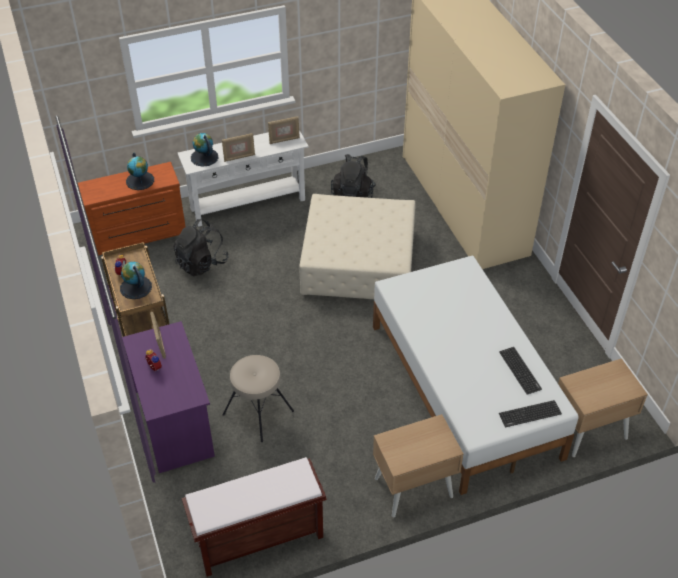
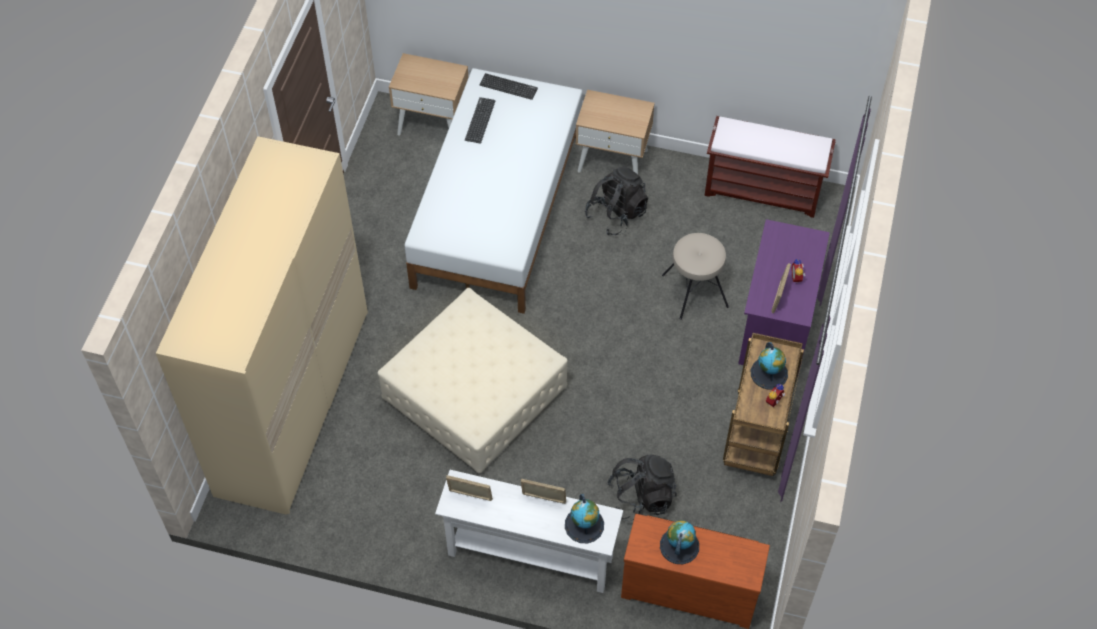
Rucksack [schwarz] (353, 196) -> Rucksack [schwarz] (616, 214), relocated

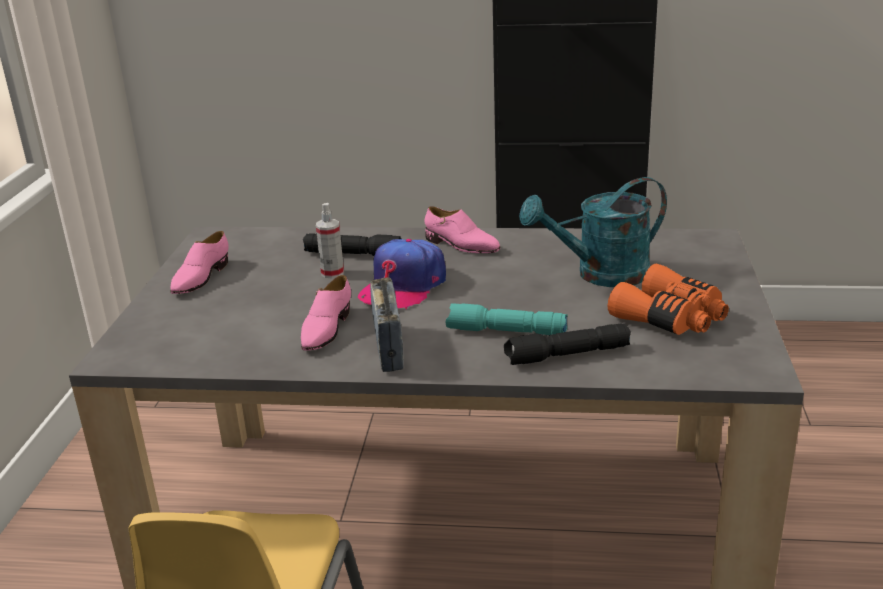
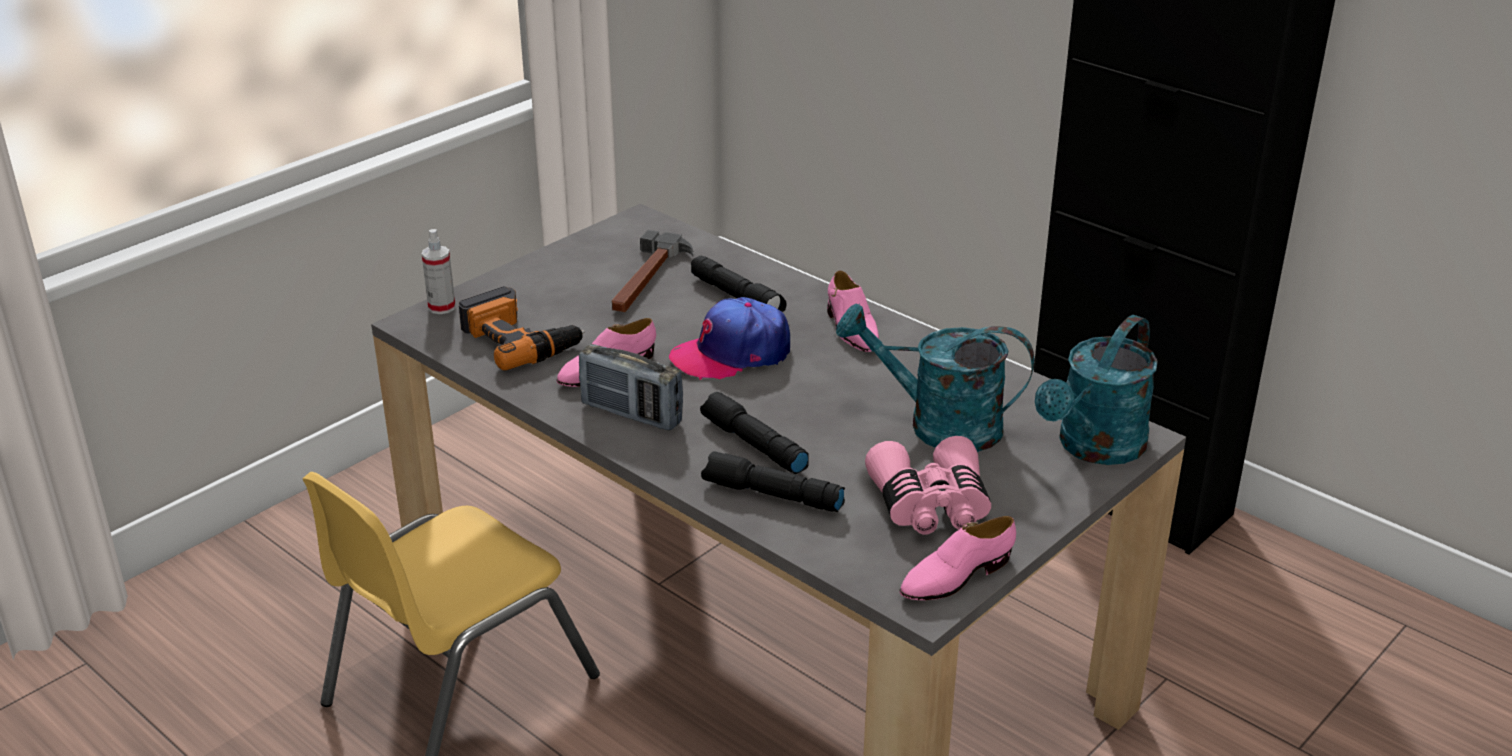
Sprühflasche (332, 273) -> Sprühflasche (442, 307), relocated
Schuh [rosa] (200, 278) -> Schuh [rosa] (955, 576), relocated
Fernglas [orange] (671, 318) -> Fernglas [rosa] (931, 506)
Radio (388, 348) -> Radio (631, 414), 90 degrees clockwise
Taschenlampe [türkis] (505, 332) -> Taschenlampe [schwarz] (753, 445)
none -> Hammer (647, 279)
none -> Bohrmaschine (521, 339)
none -> Gießkanne [türkis] (1094, 448)

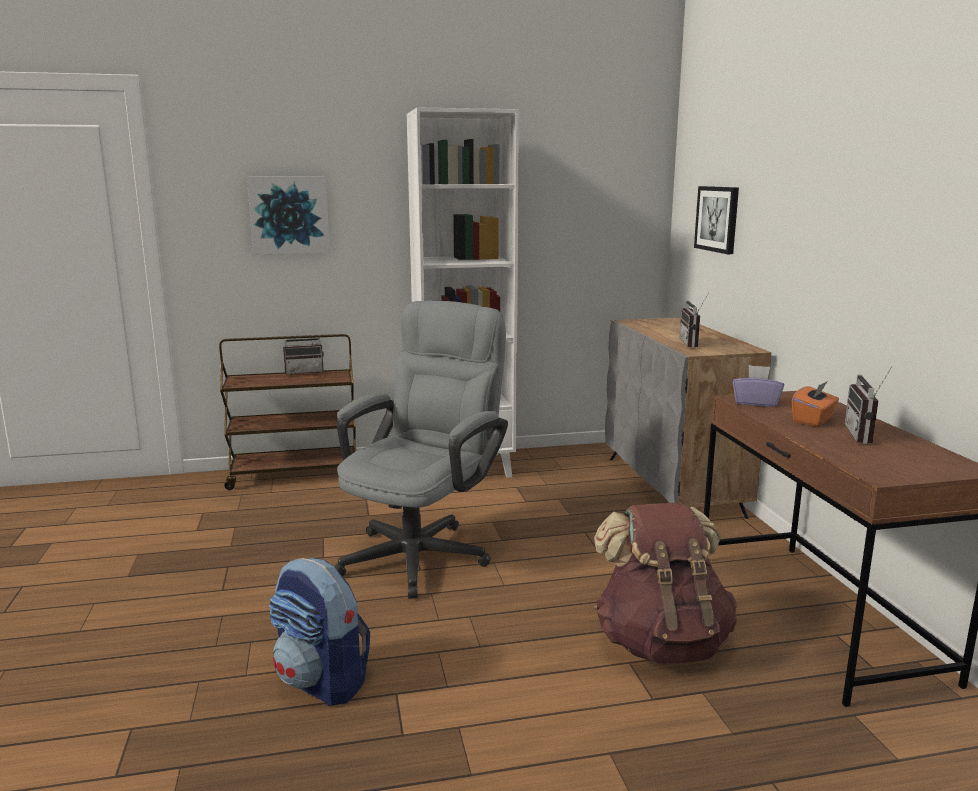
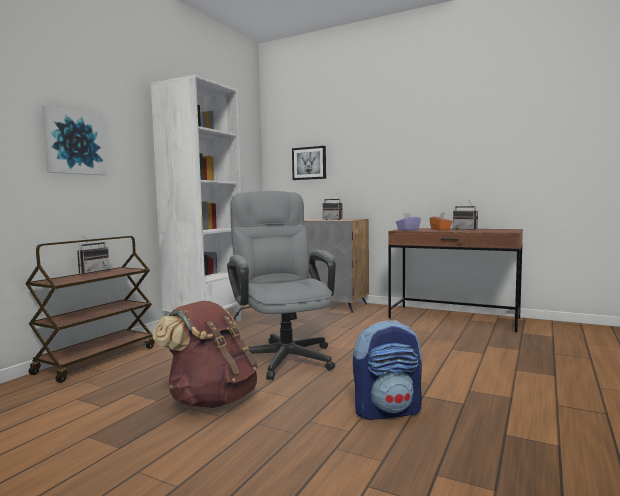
Rucksack [braun] (661, 643) -> Rucksack [braun] (212, 399), relocated

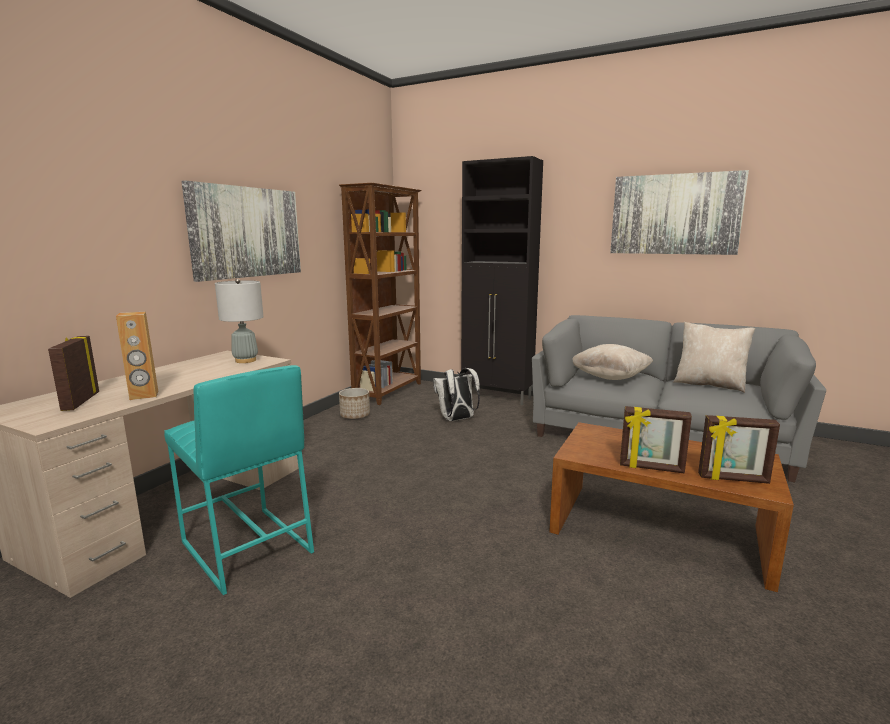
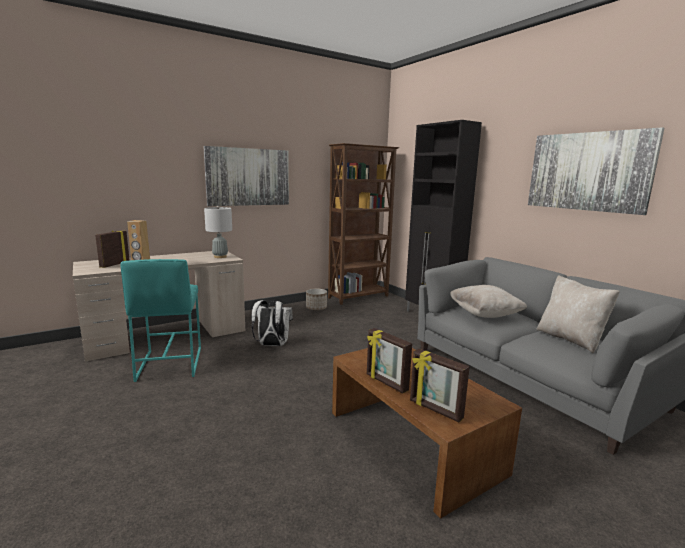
Rucksack [weiß] (457, 419) -> Rucksack [weiß] (272, 345), relocated

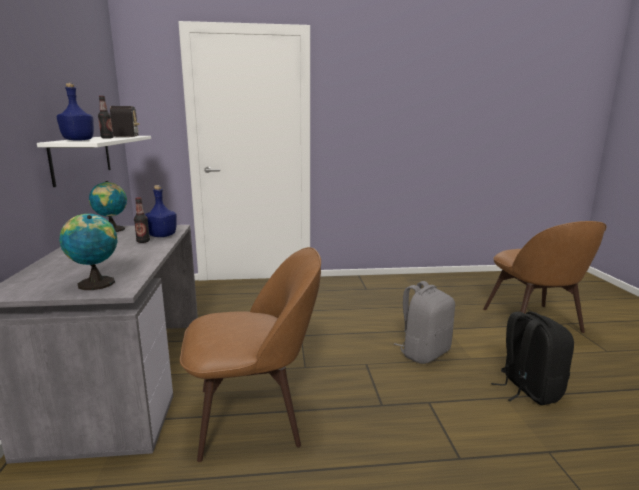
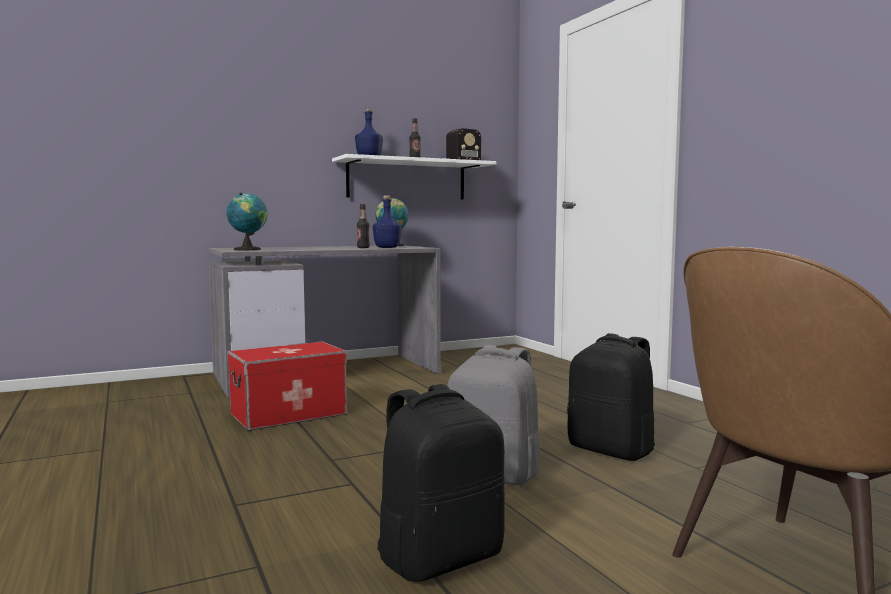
Stuhl [braun] (254, 415) -> Aufbewahrungsbox (288, 414)
none -> Rucksack [schwarz] (612, 450)

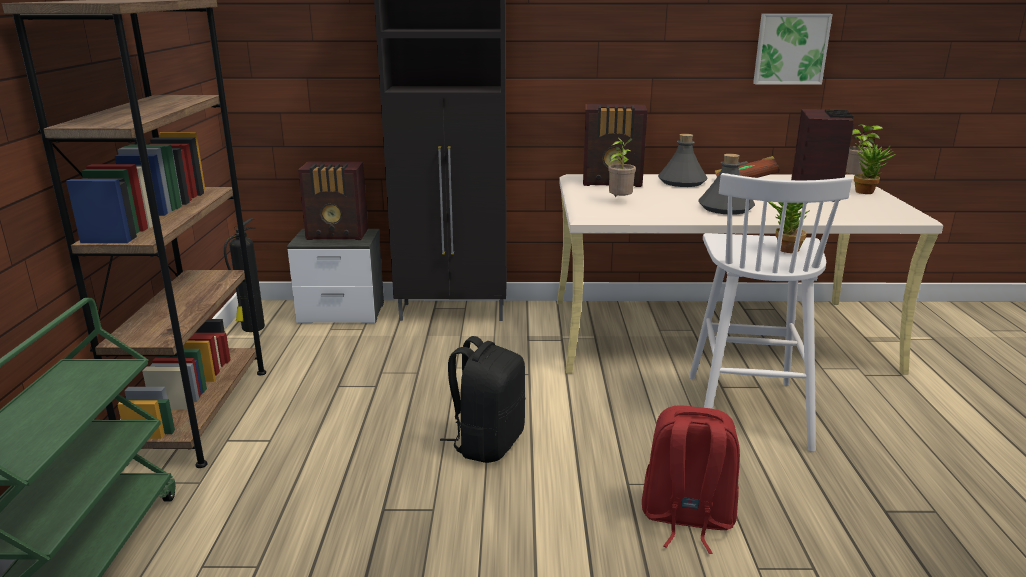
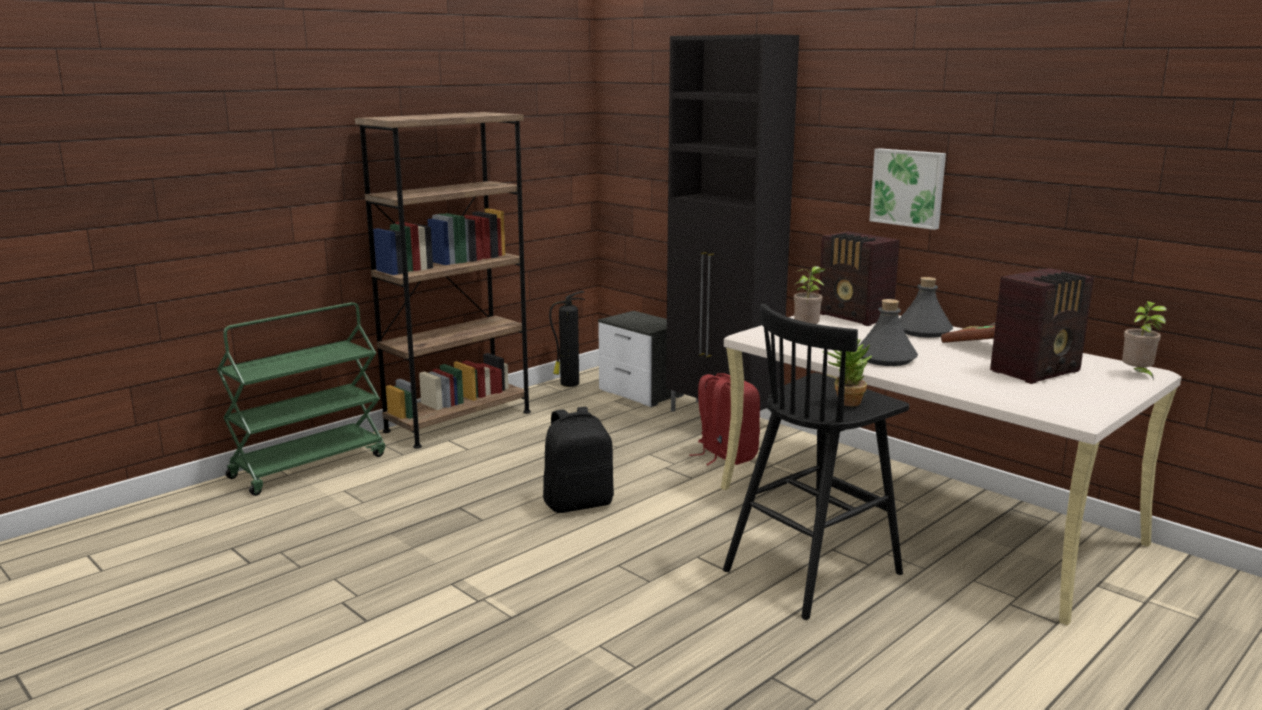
Bild (790, 49) -> Bild (908, 187), relocated
Topfpflanze (867, 191) -> none
Radio (338, 235) -> none
Hocker [weiß] (746, 410) -> Hocker [schwarz] (815, 571)
Rucksack [rot] (686, 519) -> Rucksack [rot] (725, 455), relocated

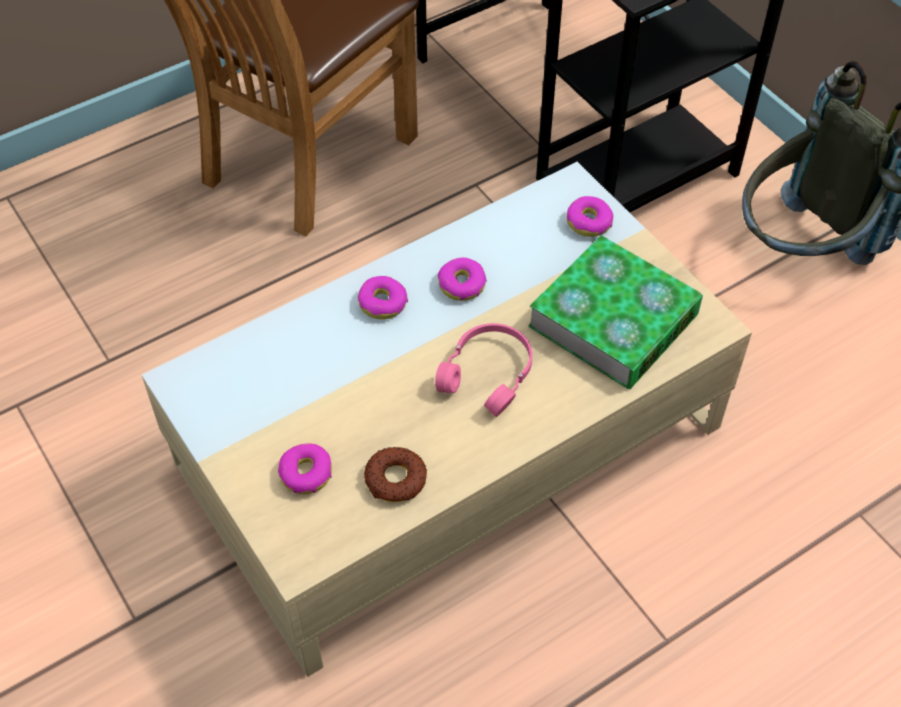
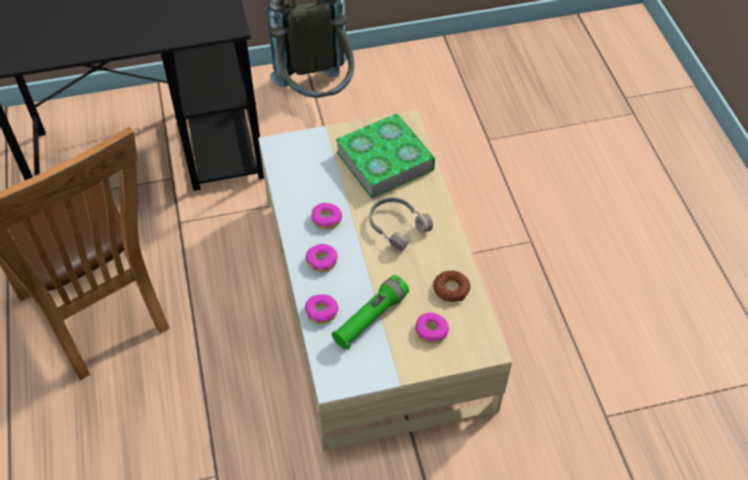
Donut (589, 222) -> Donut (322, 312), relocated
Kopfhörer [rosa] (489, 374) -> Kopfhörer [grau] (397, 226)
none -> Taschenlampe [grün] (370, 318)

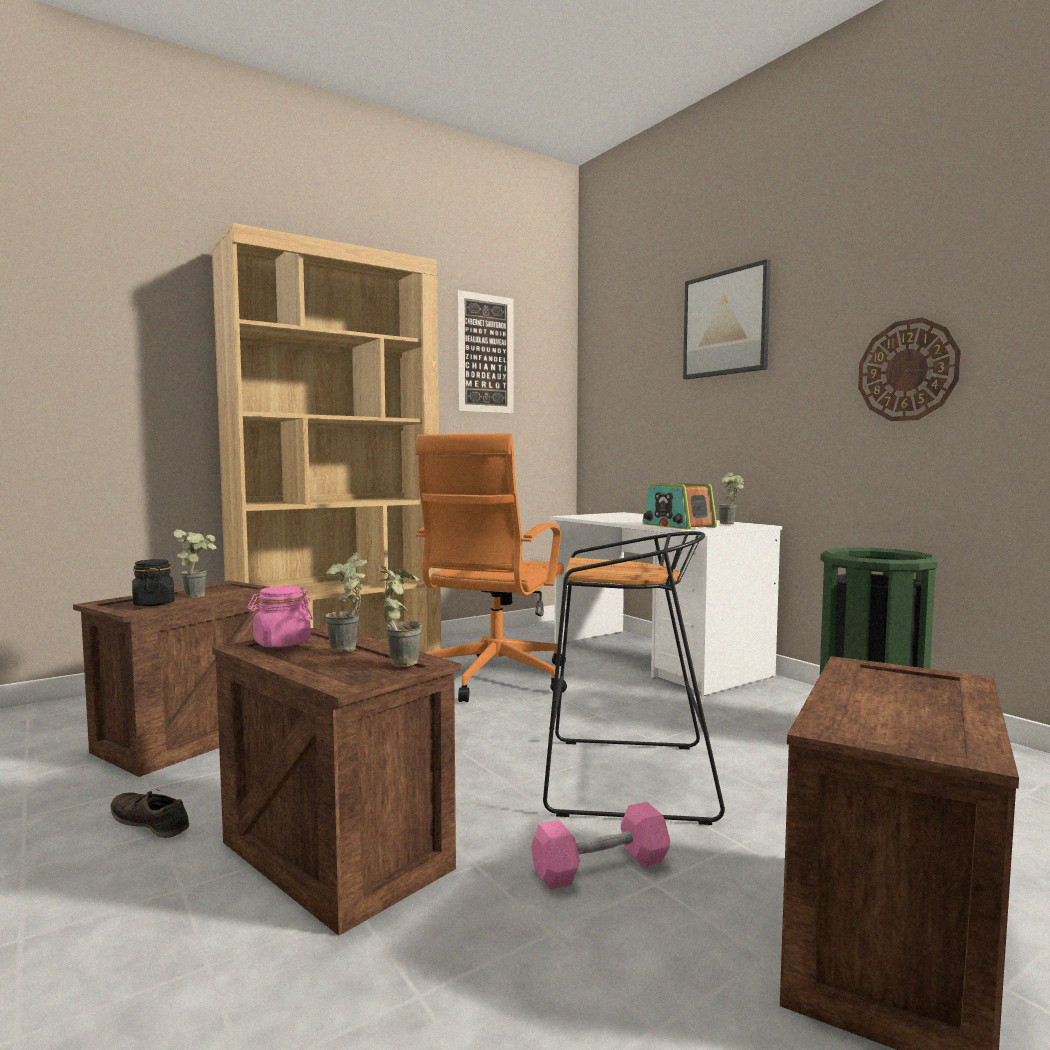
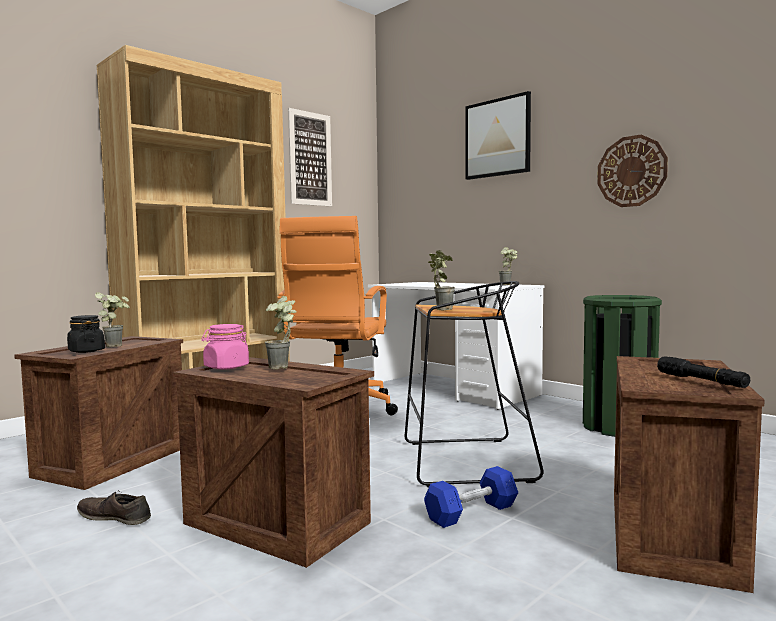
Radio (678, 526) -> none
Topfpflanze (398, 662) -> Topfpflanze (439, 309), relocated
Hantel [rosa] (600, 867) -> Hantel [blau] (471, 512)
none -> Taschenlampe [schwarz] (701, 381)

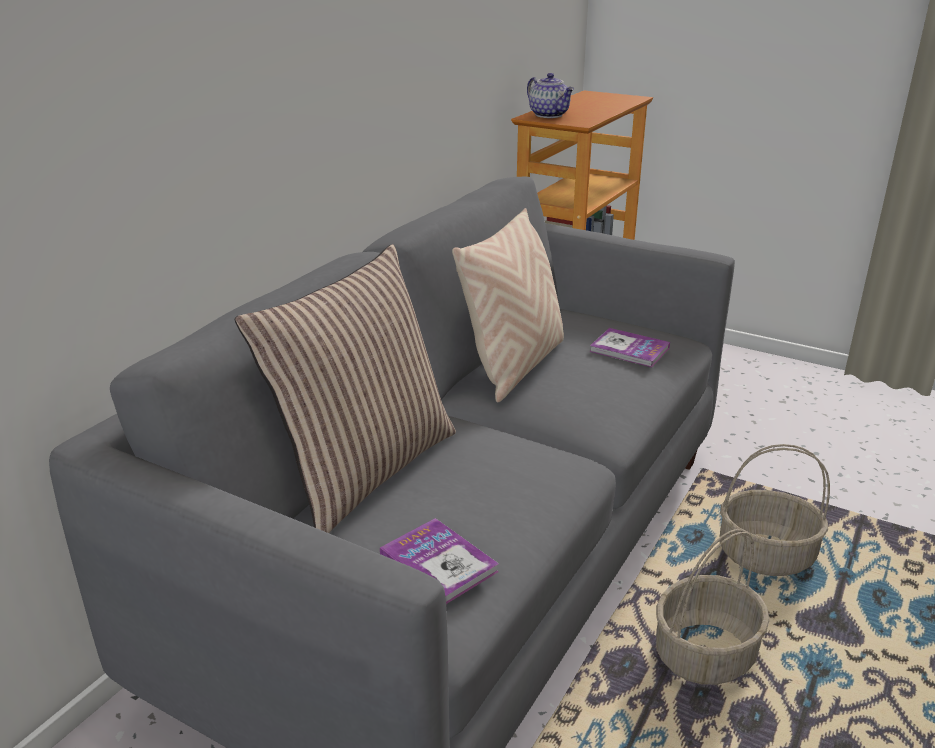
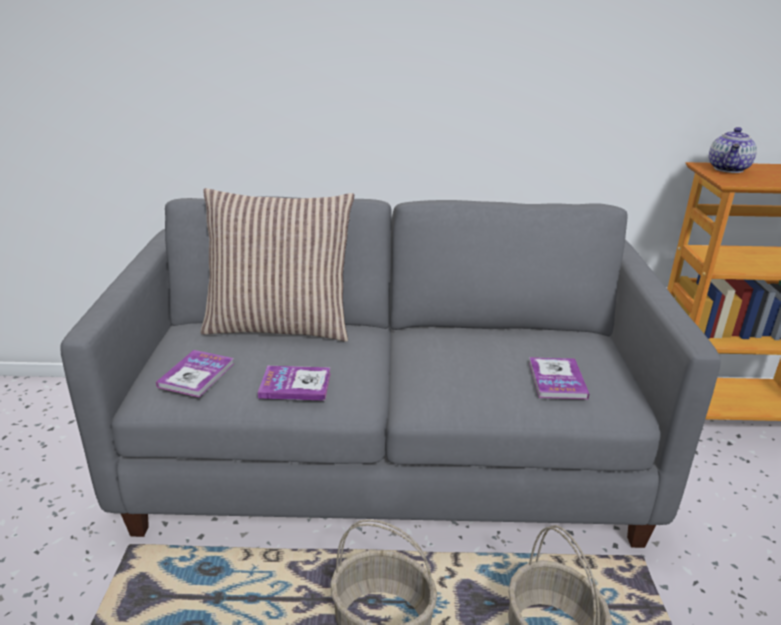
Kissen [beige] (514, 366) -> none
none -> Buch (295, 385)

